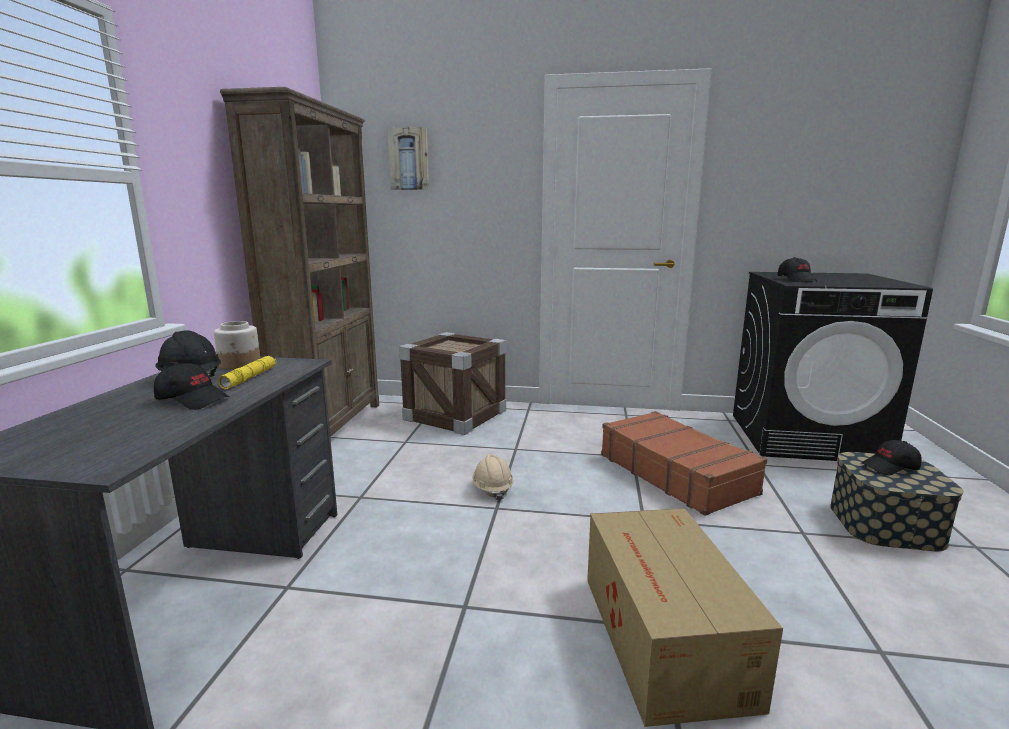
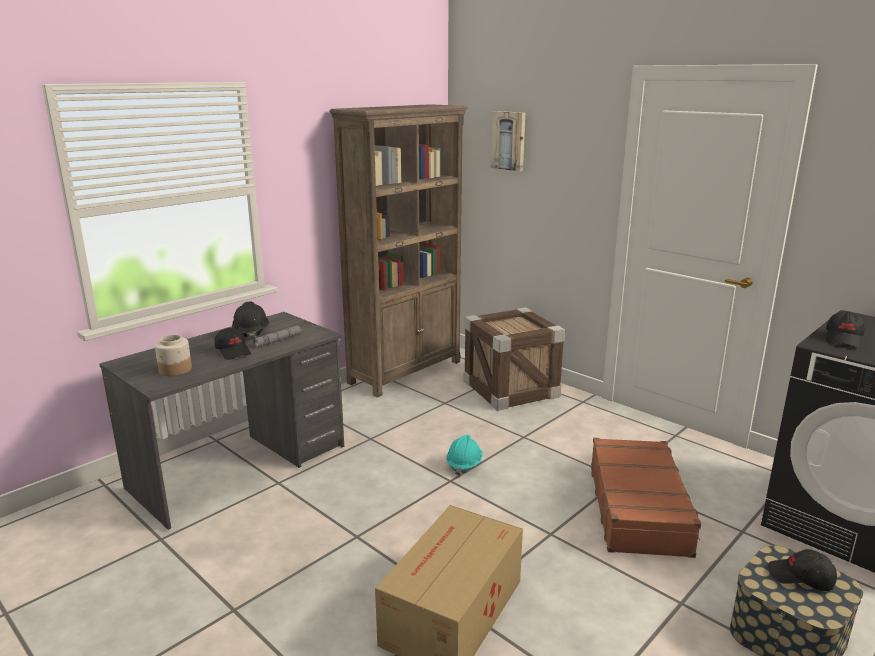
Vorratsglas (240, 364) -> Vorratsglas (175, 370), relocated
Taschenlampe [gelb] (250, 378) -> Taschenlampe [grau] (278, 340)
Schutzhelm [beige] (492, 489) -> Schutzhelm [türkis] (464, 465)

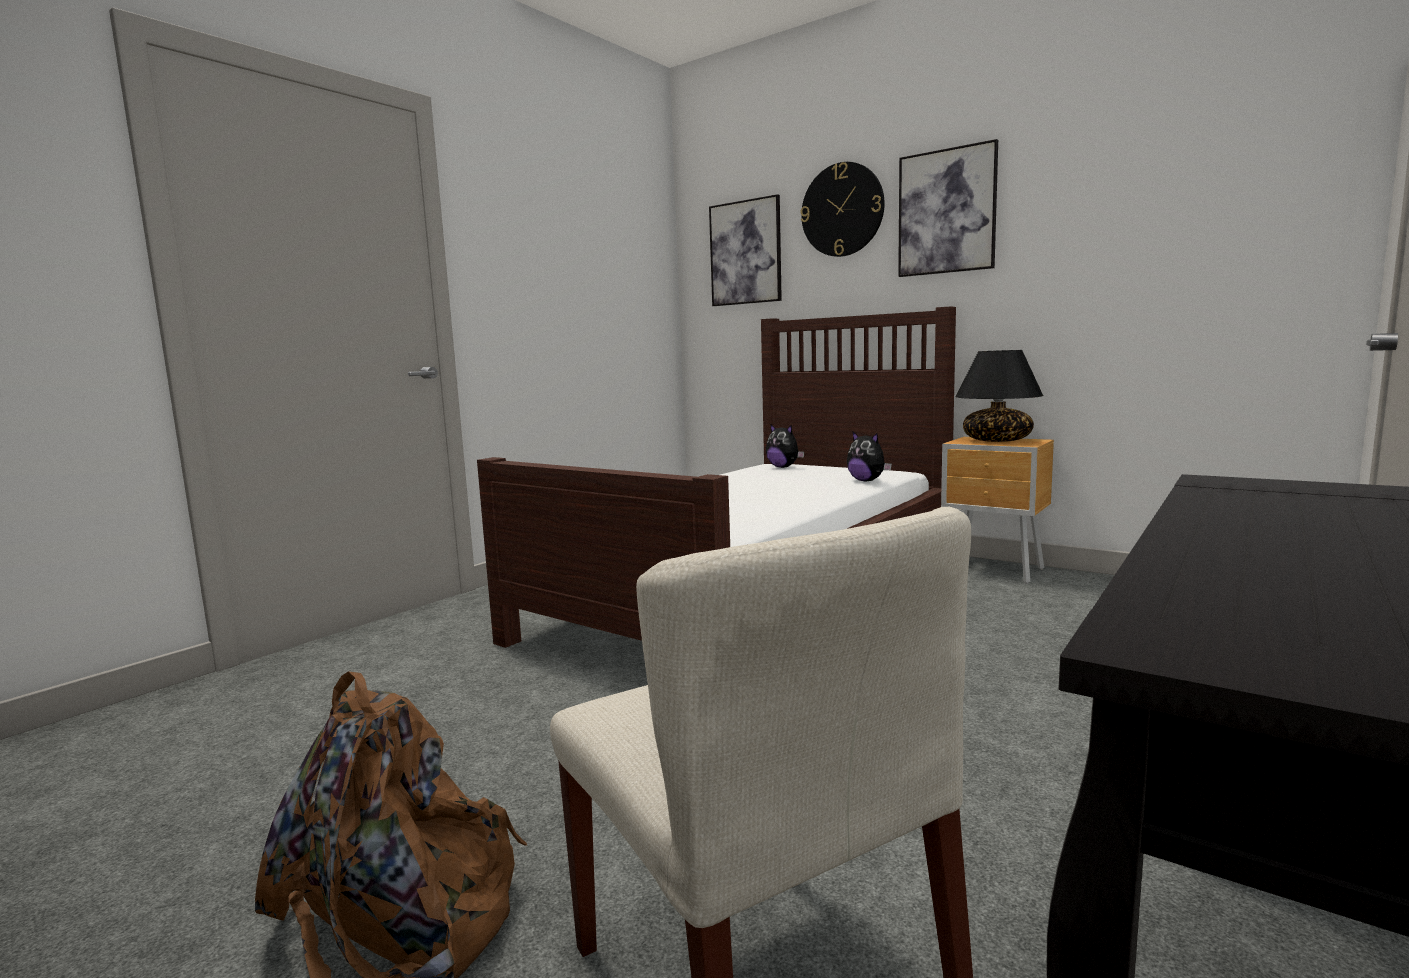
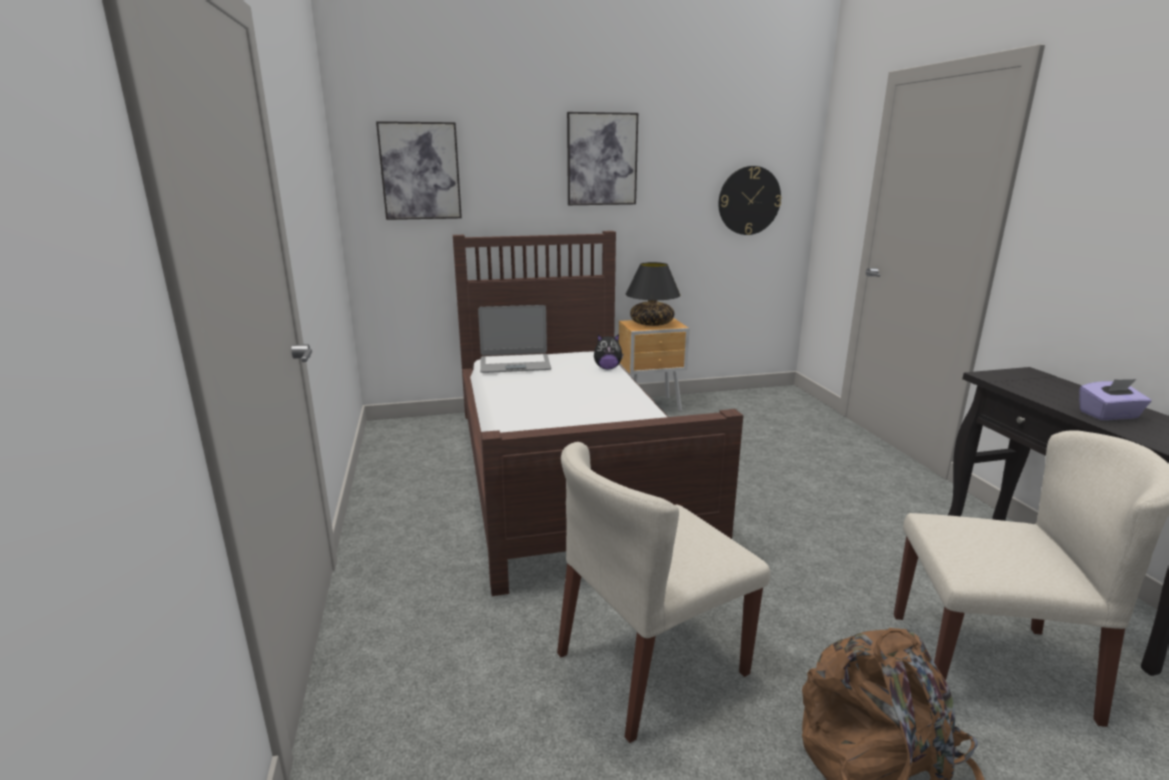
Wanduhr (842, 210) -> Wanduhr (749, 200), relocated
Plüschtier (783, 467) -> Laptop (515, 364)
none -> Taschentuchbox [lila] (1109, 415)
none -> Stuhl [beige] (651, 665)

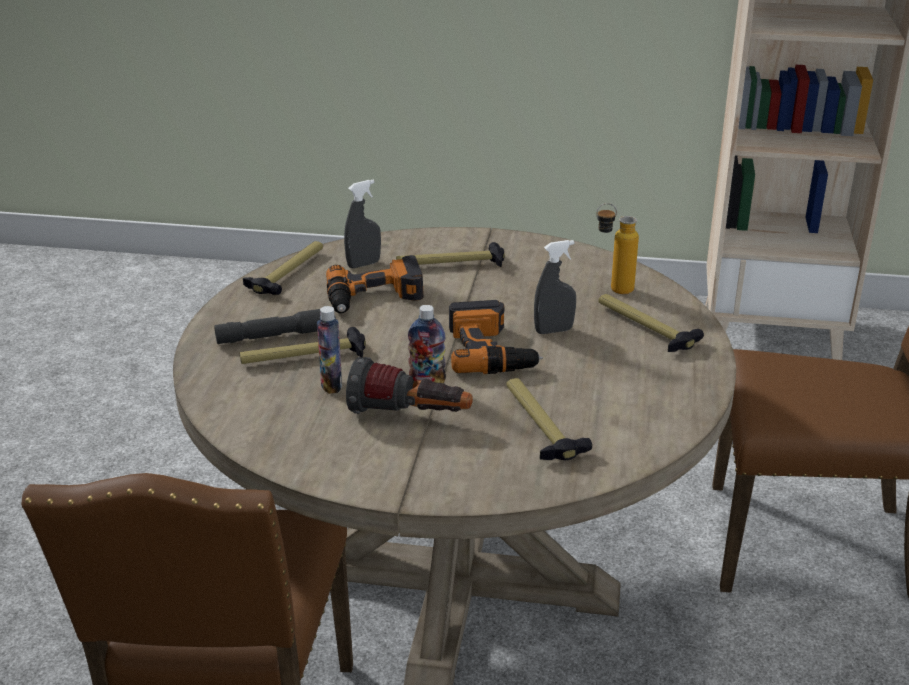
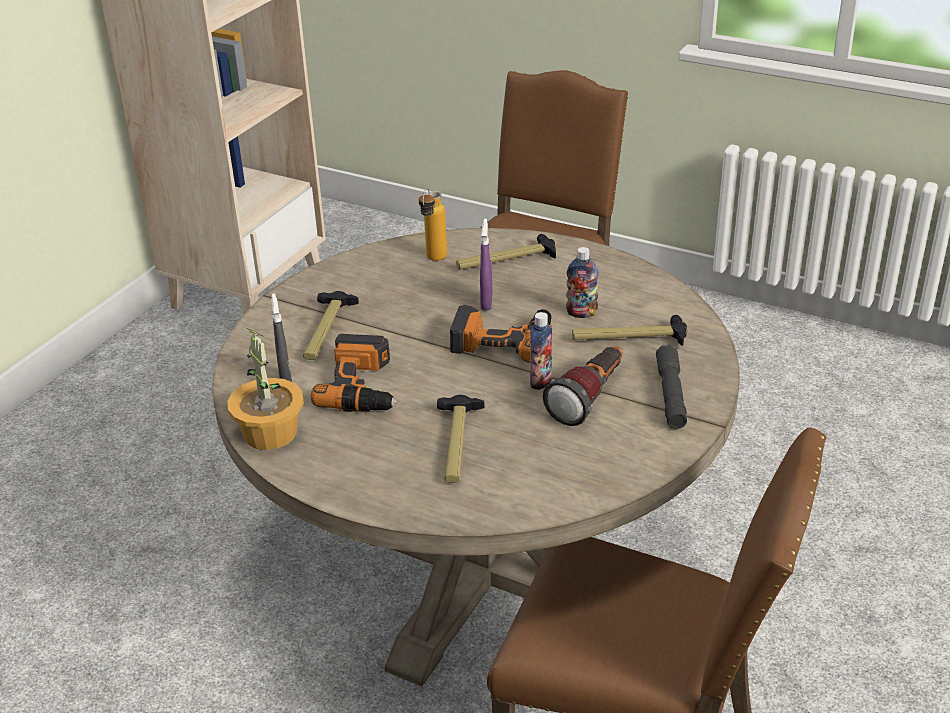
Sprühflasche [grau] (553, 330) -> Sprühflasche [lila] (486, 302)
Hammer (289, 273) -> Topfpflanze (269, 433)
Flasche (331, 385) -> Flasche (581, 313), relocated
Taschenlampe [grau] (273, 336) -> Taschenlampe [grau] (671, 395), relocated

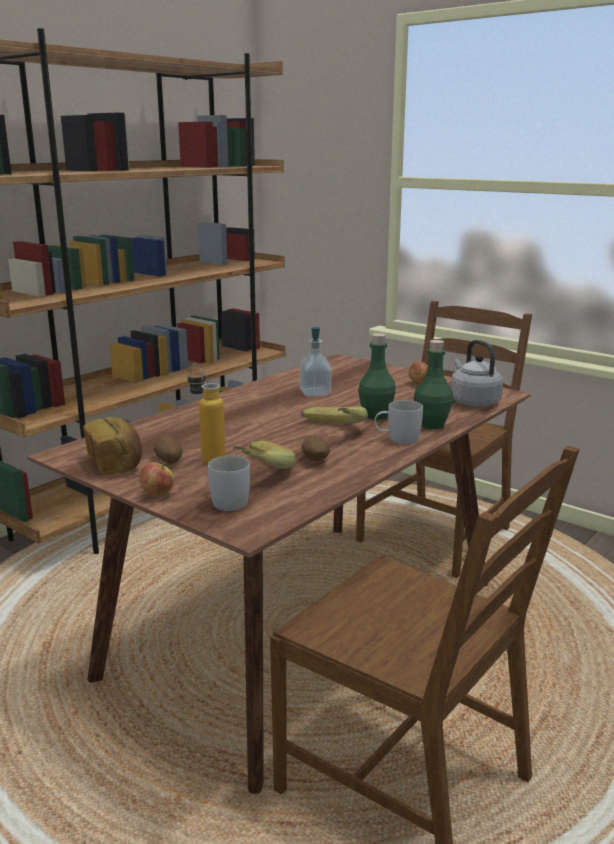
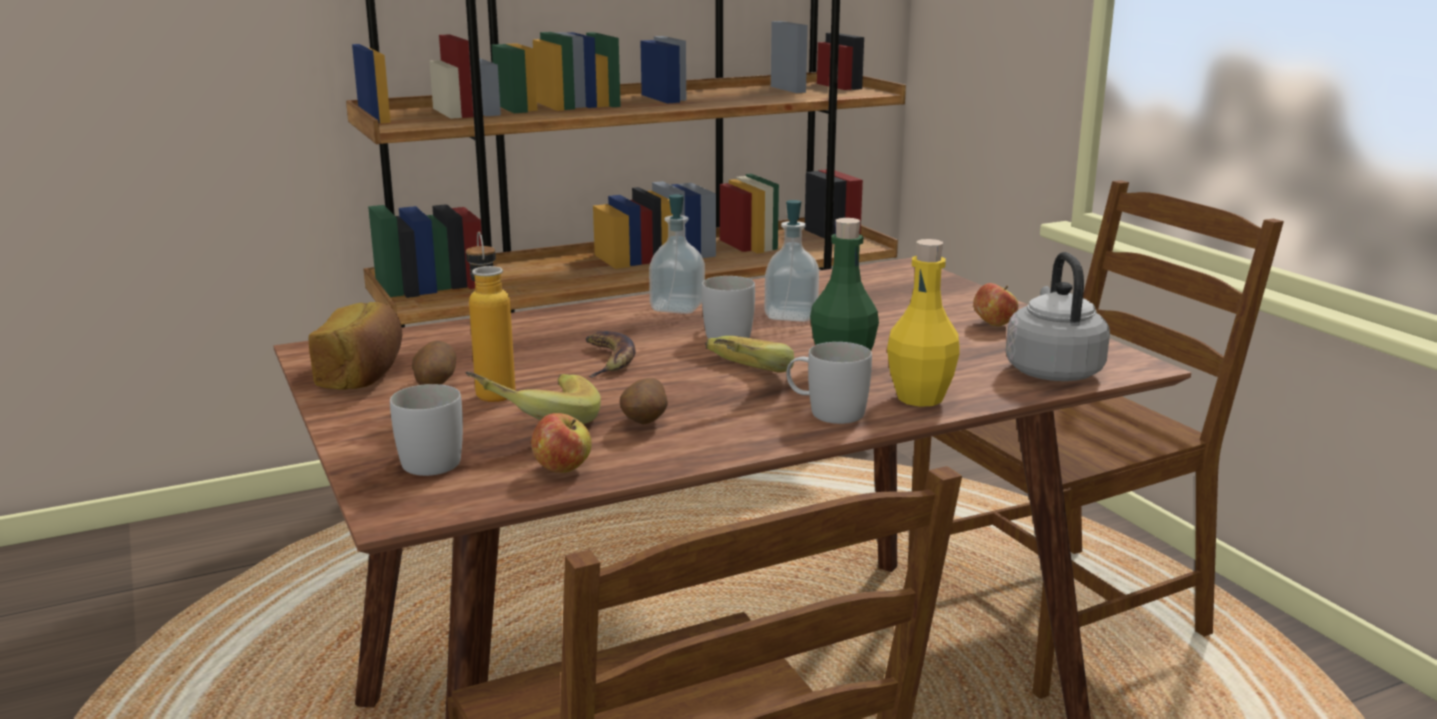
Flasche [grün] (431, 425) -> Flasche [gelb] (920, 398)
Apfel (157, 494) -> Apfel (562, 469), relocated
none -> Seifenspender (677, 308)
none -> Henkelbecher [weiß] (725, 333)
none -> Banane (607, 359)

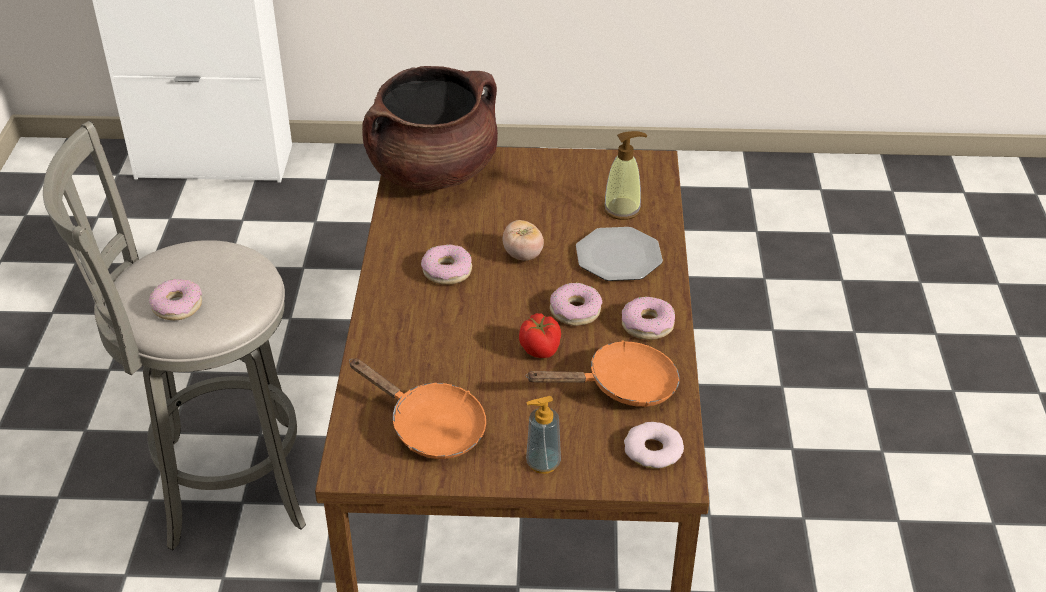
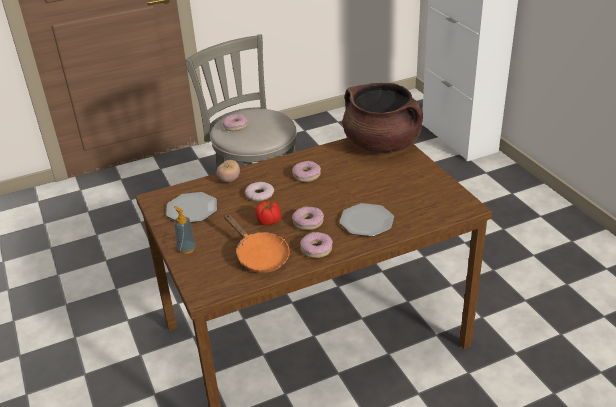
Seifenspender (622, 209) -> none
Tomate (523, 255) -> Tomate (229, 180), relocated
Pfanne [orange] (430, 427) -> Teller (191, 209)
Donut (653, 450) -> Donut (259, 194), relocated

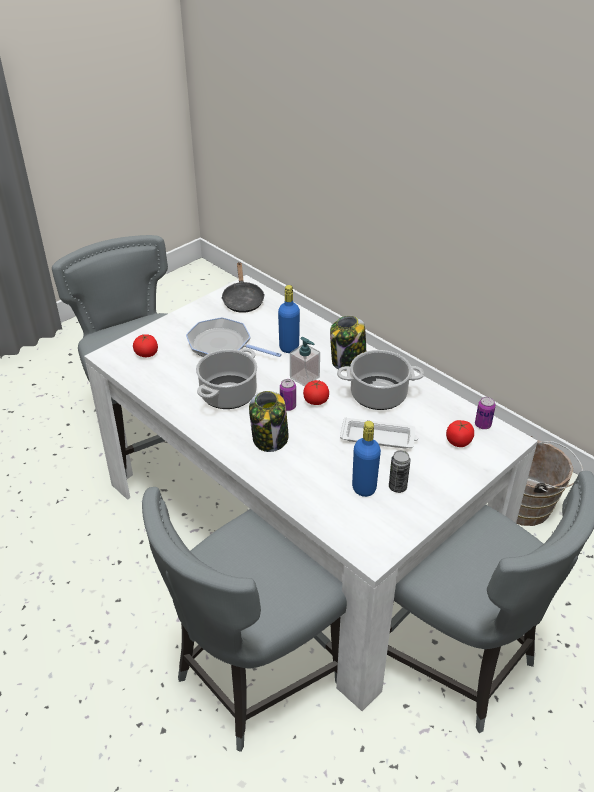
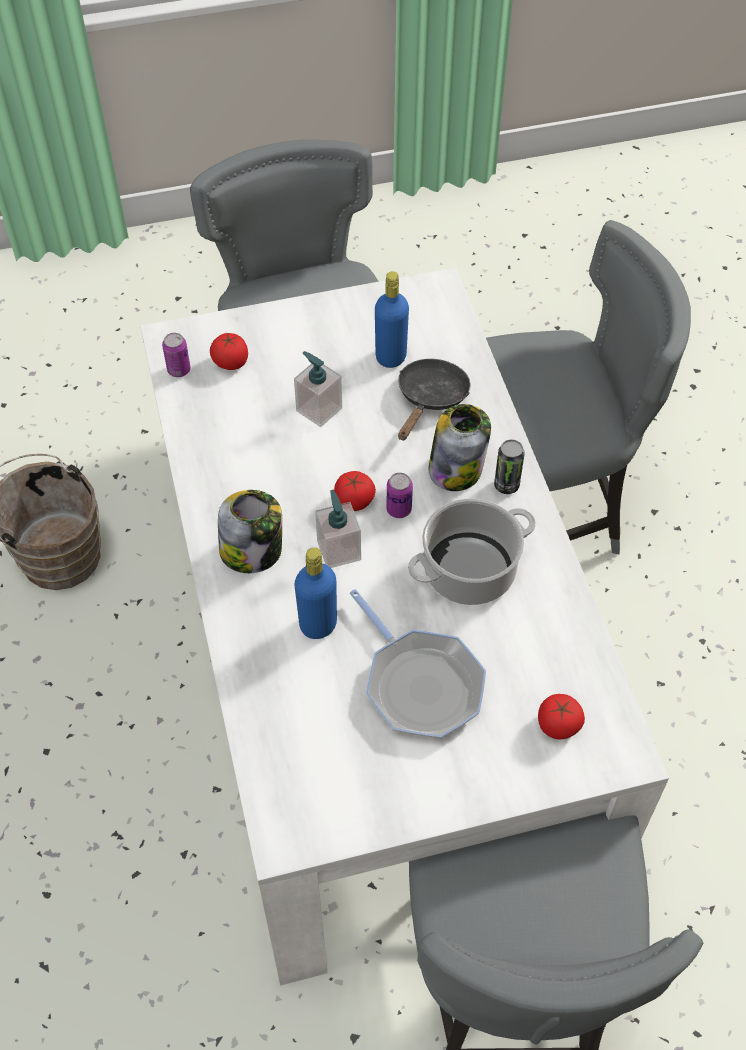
Pfanne [schwarz] (242, 300) -> Pfanne [schwarz] (430, 399), relocated
Kochtopf (379, 395) -> none
Tablett [weiß] (379, 437) -> Seifenspender (319, 409)
Dose (397, 487) -> Dose (506, 485), relocated

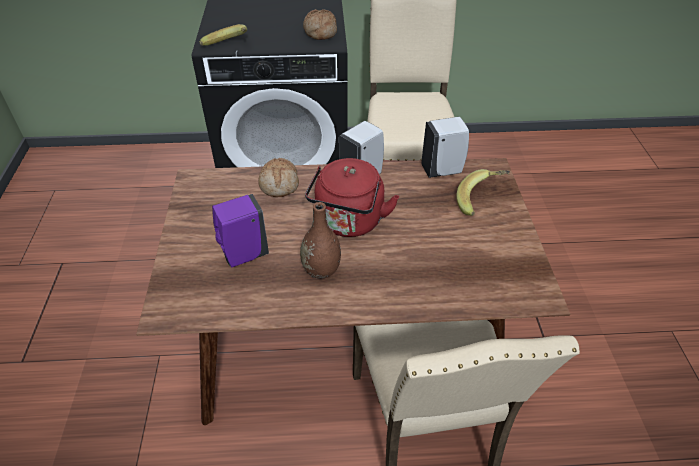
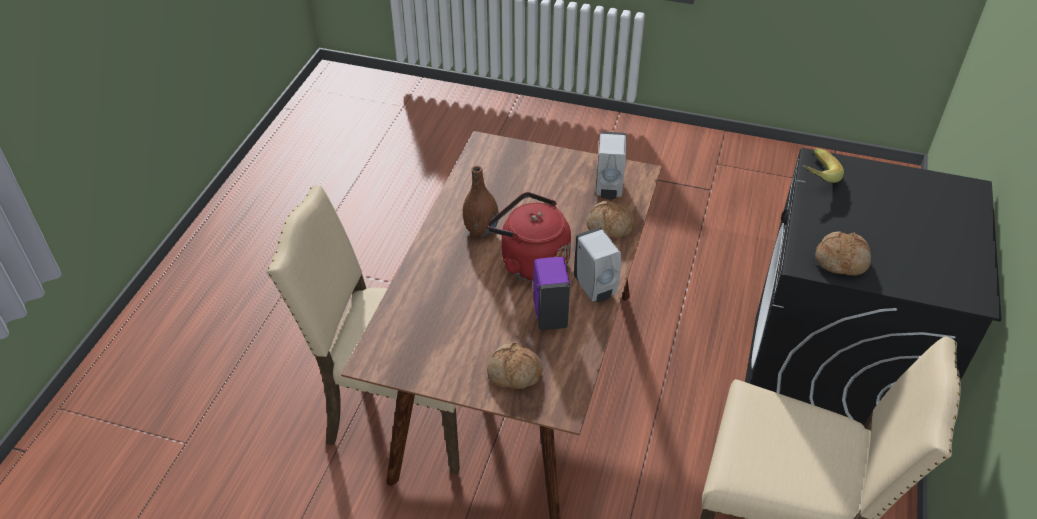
Seifenspender [weiß] (443, 170) -> Seifenspender [weiß] (608, 188), relocated
Banane (481, 201) -> Brot (514, 373)
Seifenspender [lila] (243, 255) -> Seifenspender [lila] (550, 314), relocated

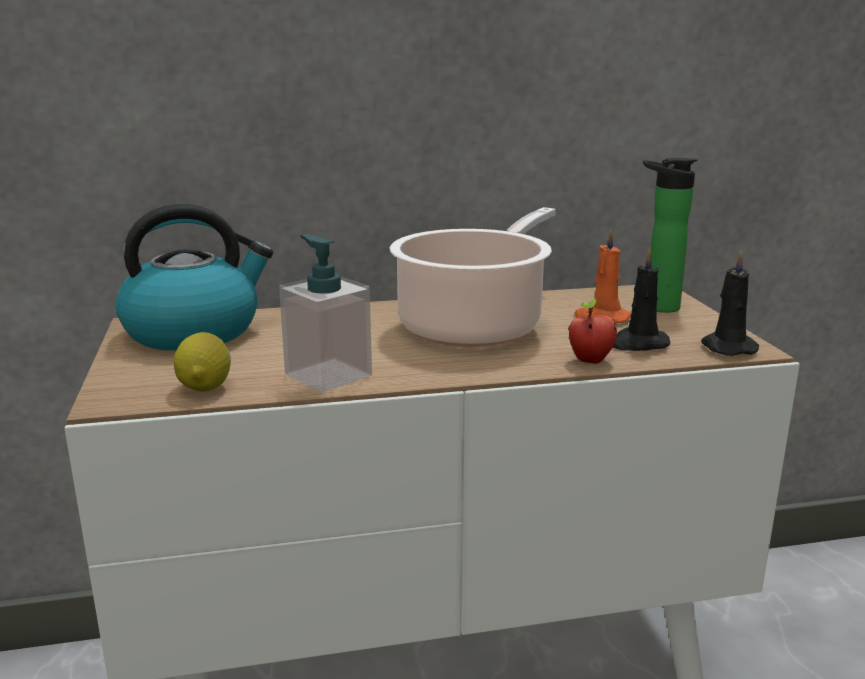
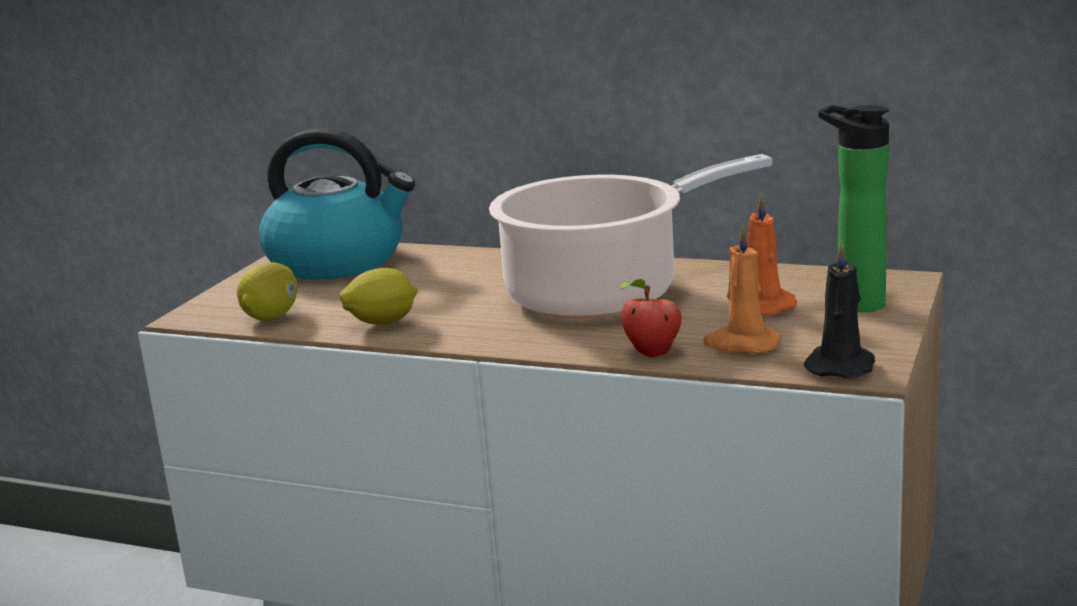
Seifenspender (328, 375) -> Zitrone (382, 323)
Kerze [schwarz] (638, 344) -> Kerze [orange] (741, 344)

